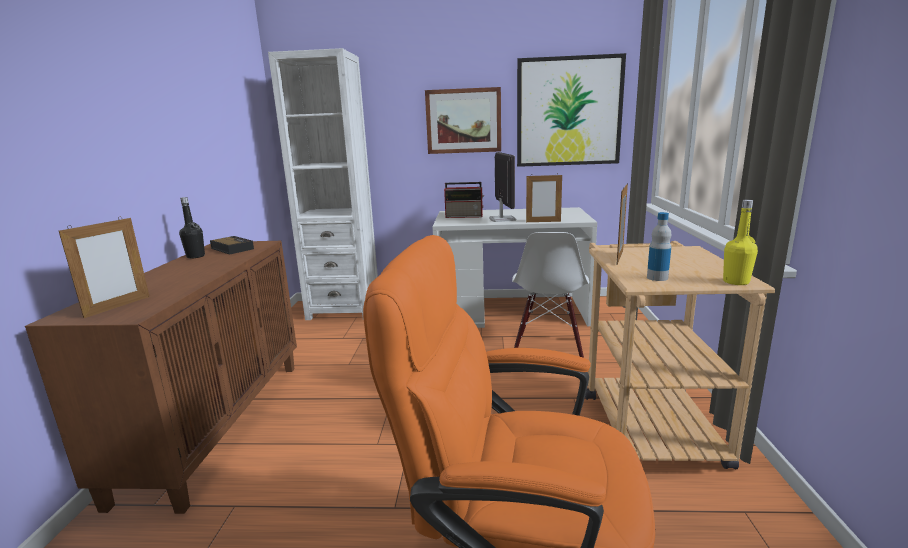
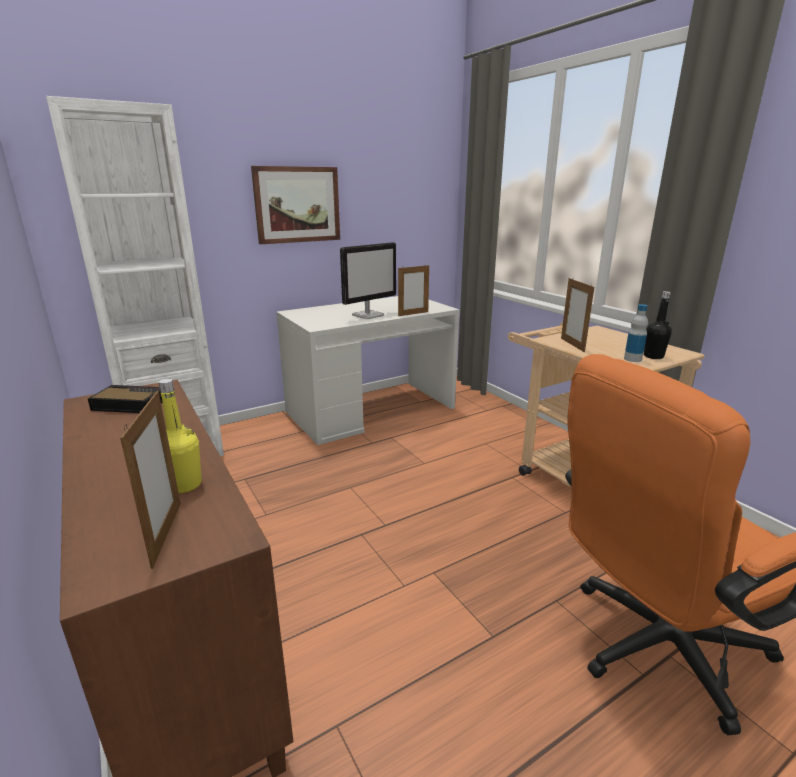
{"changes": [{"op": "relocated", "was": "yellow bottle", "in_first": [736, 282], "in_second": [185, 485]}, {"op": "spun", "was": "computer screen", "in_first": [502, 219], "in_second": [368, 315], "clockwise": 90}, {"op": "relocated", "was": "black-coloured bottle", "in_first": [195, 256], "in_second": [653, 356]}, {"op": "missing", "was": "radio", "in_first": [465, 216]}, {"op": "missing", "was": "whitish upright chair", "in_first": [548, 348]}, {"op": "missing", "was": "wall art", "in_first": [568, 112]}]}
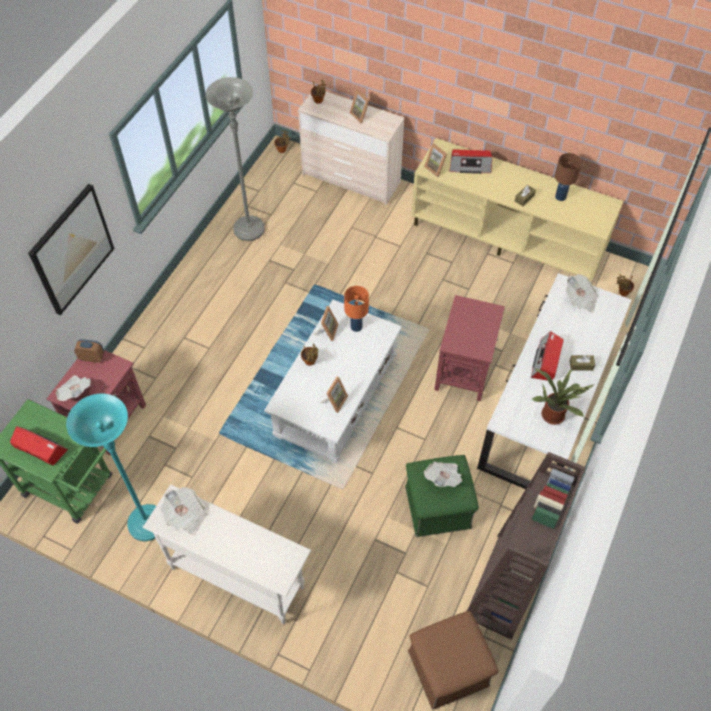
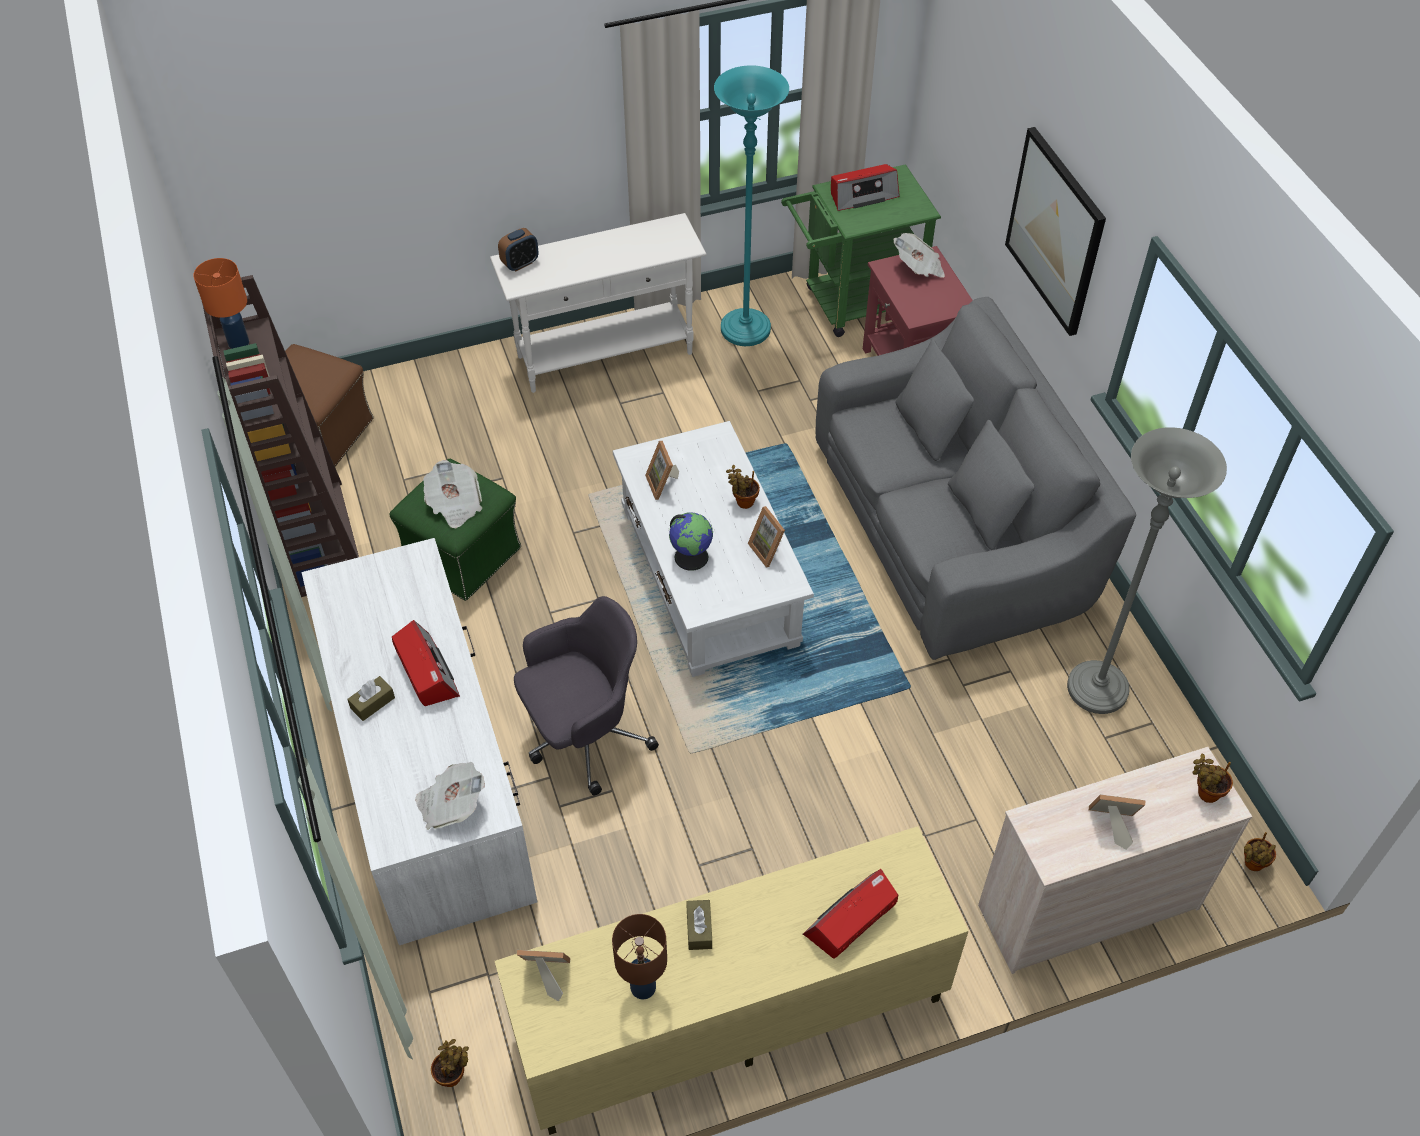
{"changes": [{"op": "relocated", "was": "orange table lamp", "in_first": [356, 327], "in_second": [239, 342]}, {"op": "relocated", "was": "bedside clock", "in_first": [92, 357], "in_second": [520, 264]}, {"op": "exchanged", "was": "red side table", "now": "greyish office chair", "in_first": [464, 370], "in_second": [584, 735]}, {"op": "relocated", "was": "standing frame", "in_first": [436, 168], "in_second": [546, 975]}, {"op": "appeared", "now": "desk globe", "in_second": [691, 556]}, {"op": "appeared", "now": "greyish couch", "in_second": [950, 528]}, {"op": "missing", "was": "daily paper", "in_first": [185, 516]}, {"op": "missing", "was": "houseplant", "in_first": [554, 413]}]}
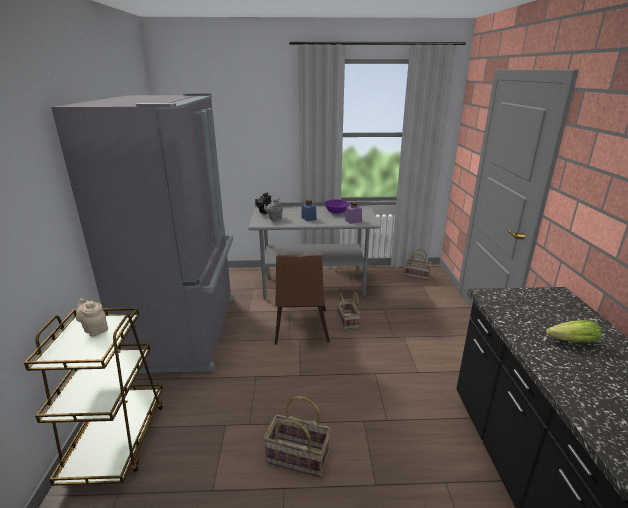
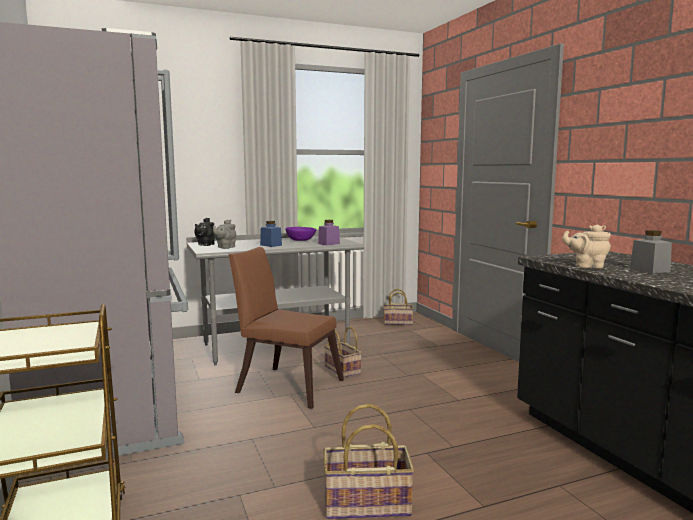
{"changes": [{"op": "spun", "was": "brown-coloured upright chair", "in_first": [300, 329], "in_second": [285, 385], "clockwise": 135}, {"op": "relocated", "was": "beige teapot", "in_first": [95, 329], "in_second": [586, 266]}, {"op": "exchanged", "was": "head of lettuce", "now": "greyish jar", "in_first": [569, 341], "in_second": [649, 270]}]}
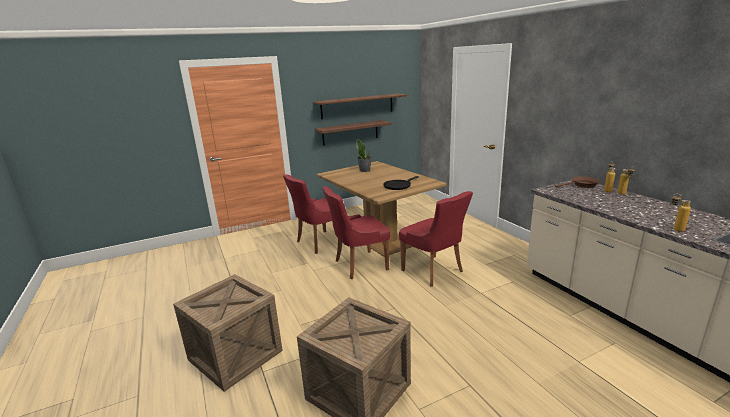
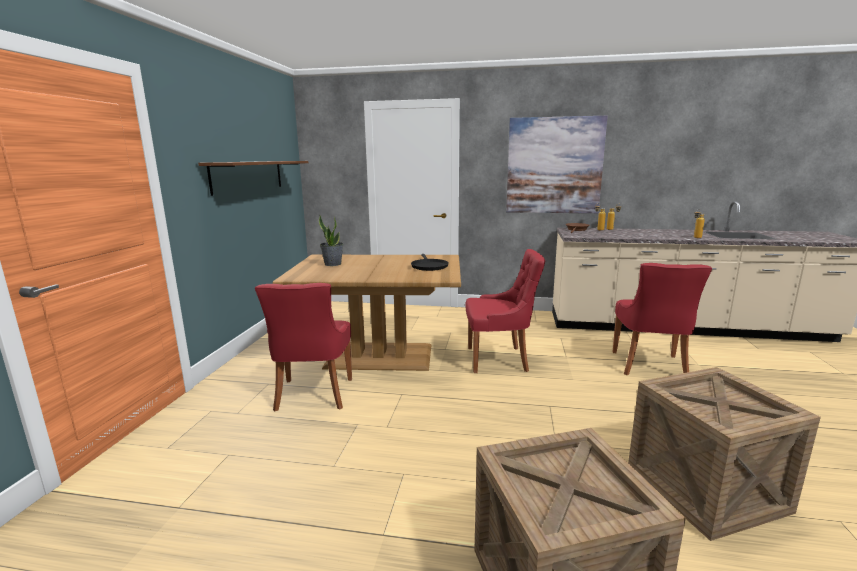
{"changes": [{"op": "appeared", "now": "wall art", "in_second": [554, 166]}, {"op": "relocated", "was": "red upright chair", "in_first": [359, 265], "in_second": [650, 366]}, {"op": "missing", "was": "brown-coloured bracket shelf", "in_first": [350, 132]}]}
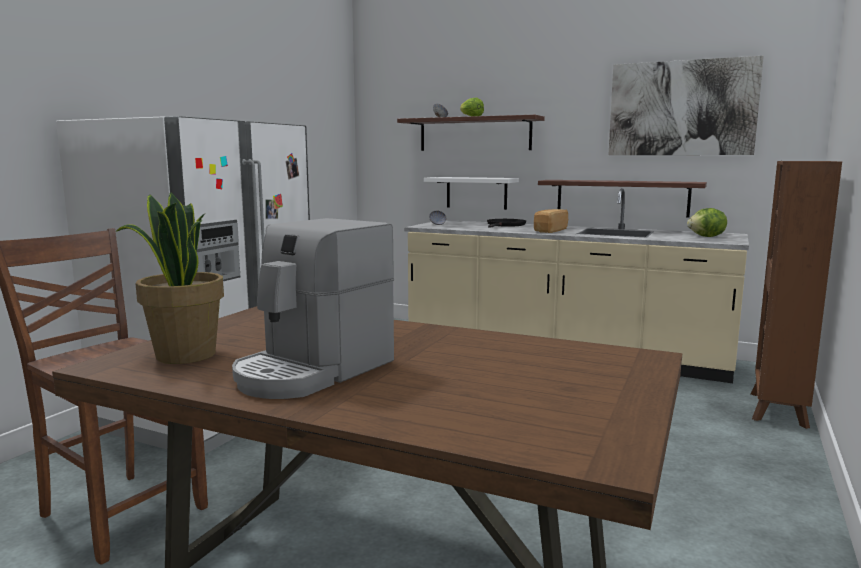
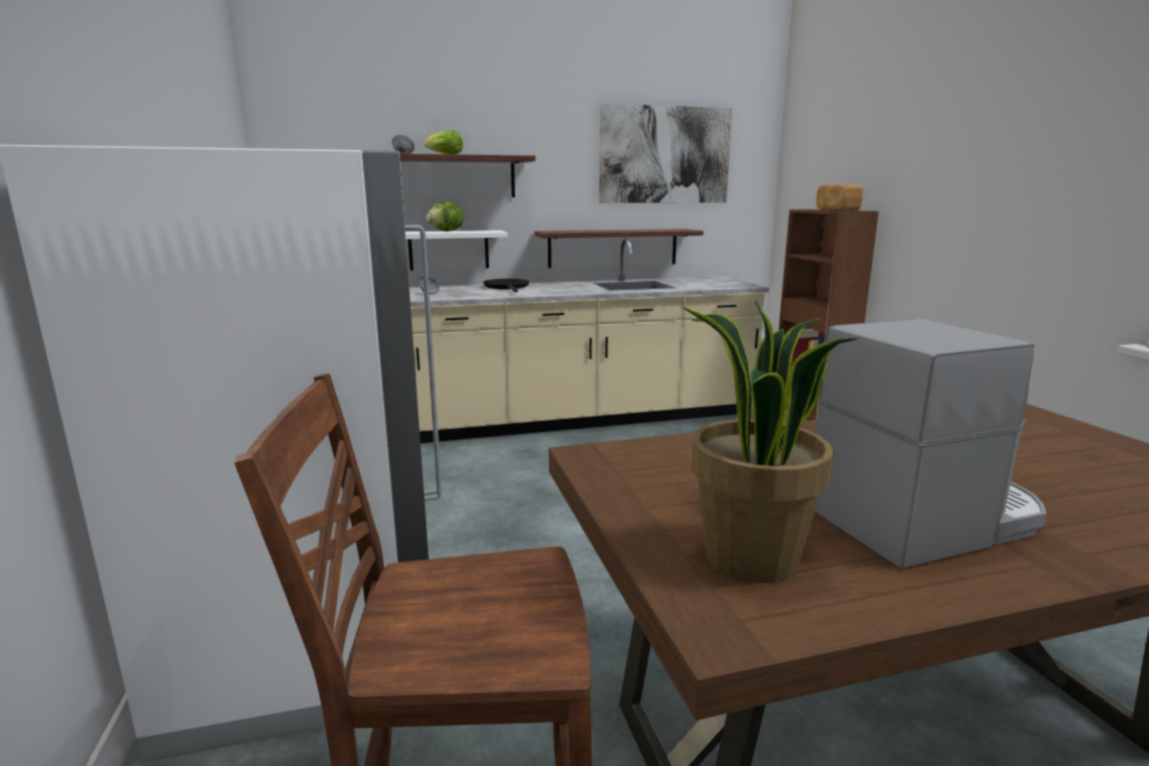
{"changes": [{"op": "relocated", "was": "head of lettuce", "in_first": [707, 237], "in_second": [447, 231]}, {"op": "spun", "was": "coffee brewer", "in_first": [313, 371], "in_second": [926, 519], "clockwise": -105}, {"op": "relocated", "was": "bakery bread", "in_first": [549, 230], "in_second": [835, 210]}]}
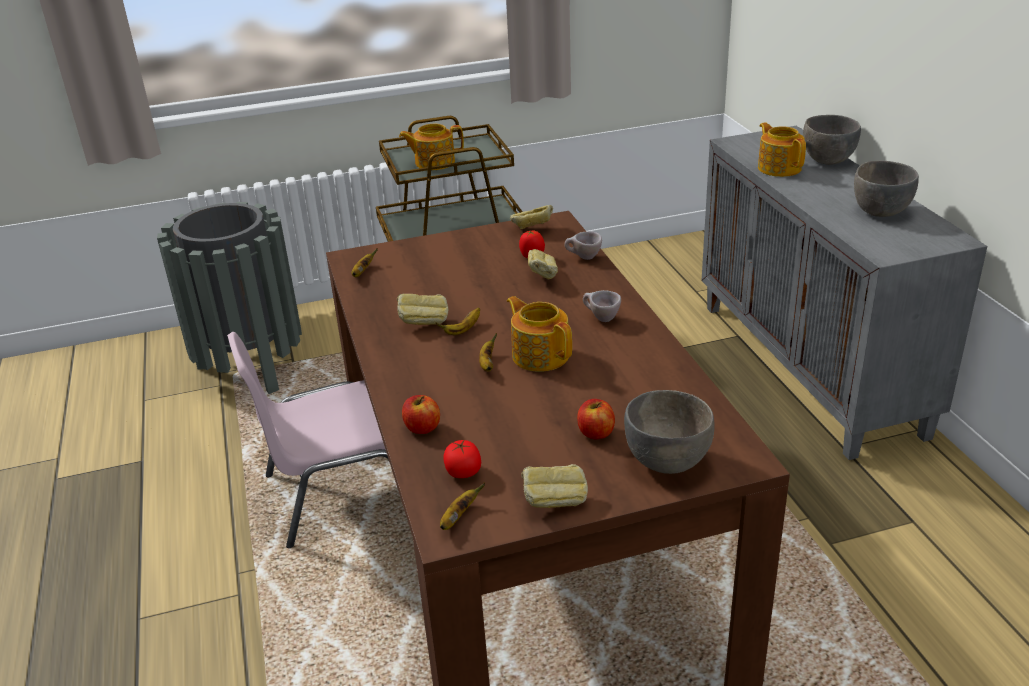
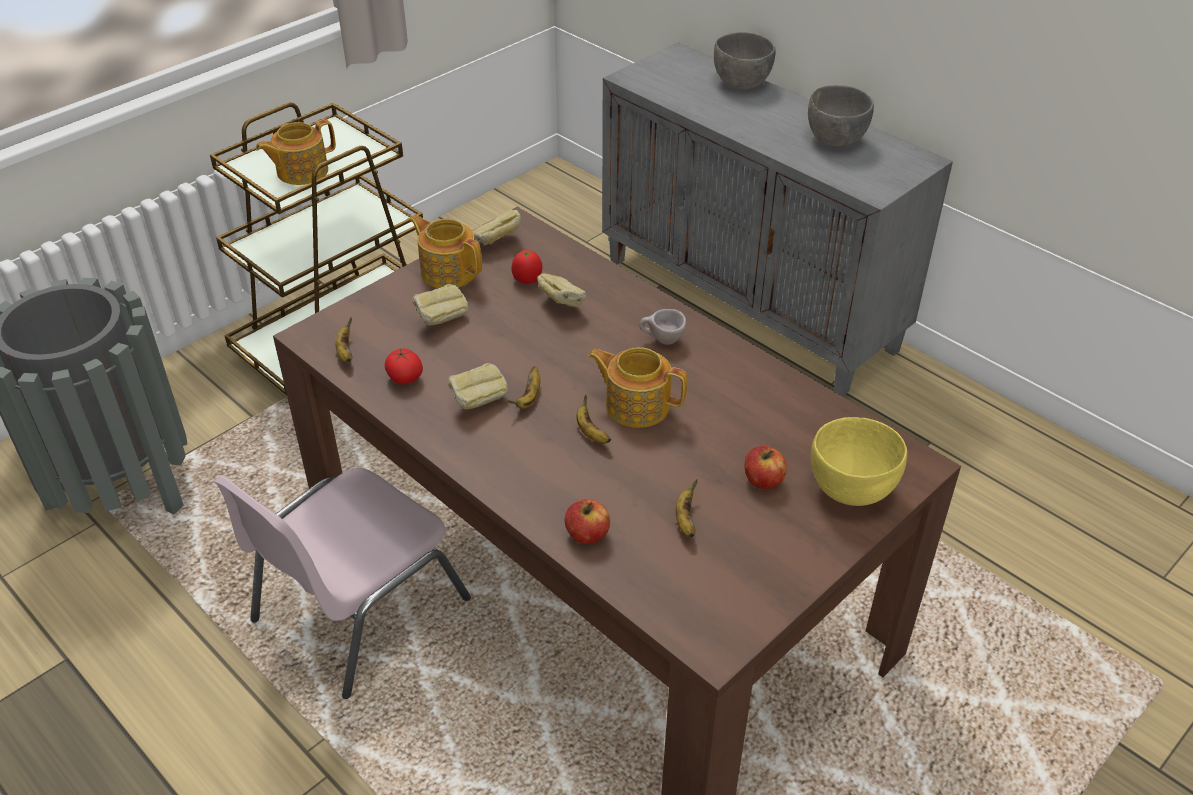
{"changes": [{"op": "relocated", "was": "fresh tomato", "in_first": [463, 472], "in_second": [405, 378]}, {"op": "relocated", "was": "teapot", "in_first": [779, 168], "in_second": [448, 271]}, {"op": "relocated", "was": "bakery bread", "in_first": [554, 503], "in_second": [441, 320]}, {"op": "relocated", "was": "whole banana", "in_first": [458, 517], "in_second": [685, 520]}, {"op": "colour", "was": "greyish serving bowl", "now": "yellow serving bowl", "in_first": [667, 462], "in_second": [852, 490]}, {"op": "missing", "was": "beige cup", "in_first": [583, 258]}]}
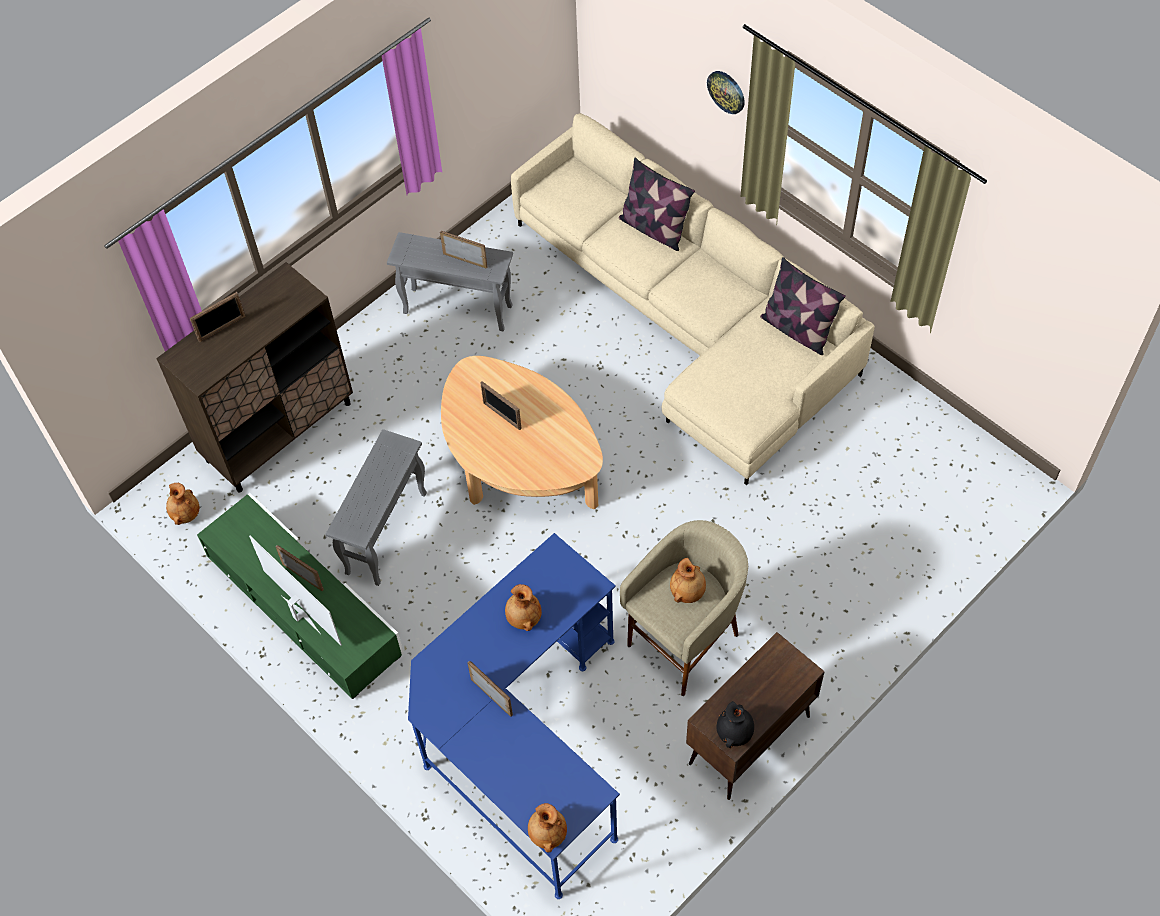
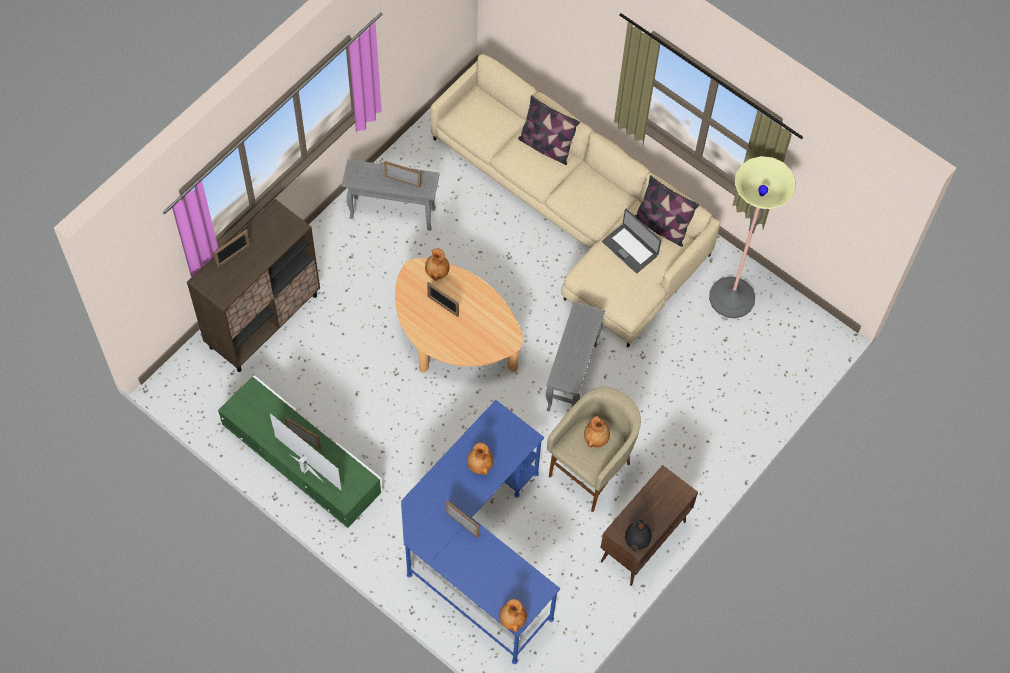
{"changes": [{"op": "relocated", "was": "brown-coloured decorative vase", "in_first": [185, 514], "in_second": [436, 272]}, {"op": "relocated", "was": "greyish side table", "in_first": [386, 533], "in_second": [572, 377]}, {"op": "appeared", "now": "portable computer", "in_second": [630, 248]}, {"op": "appeared", "now": "standard lamp", "in_second": [732, 298]}, {"op": "missing", "was": "wall clock", "in_first": [726, 91]}]}
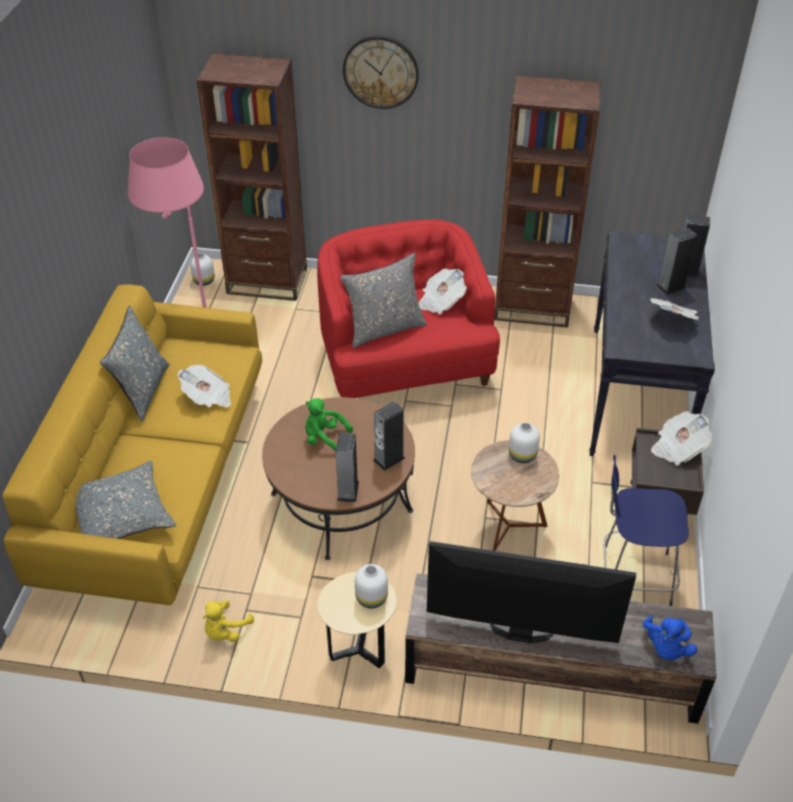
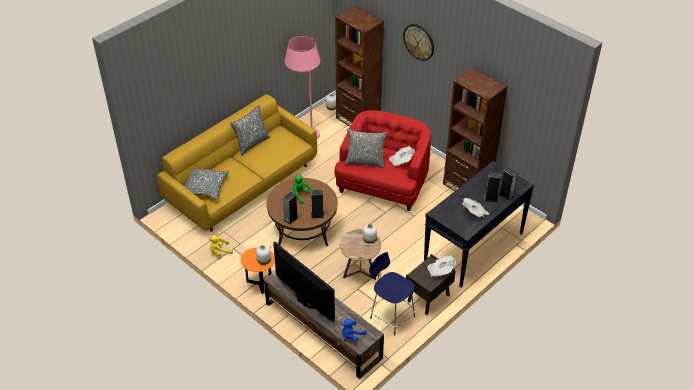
{"changes": [{"op": "colour", "was": "beige side table", "now": "orange side table", "in_first": [359, 650], "in_second": [260, 284]}, {"op": "missing", "was": "daily paper", "in_first": [208, 397]}]}
